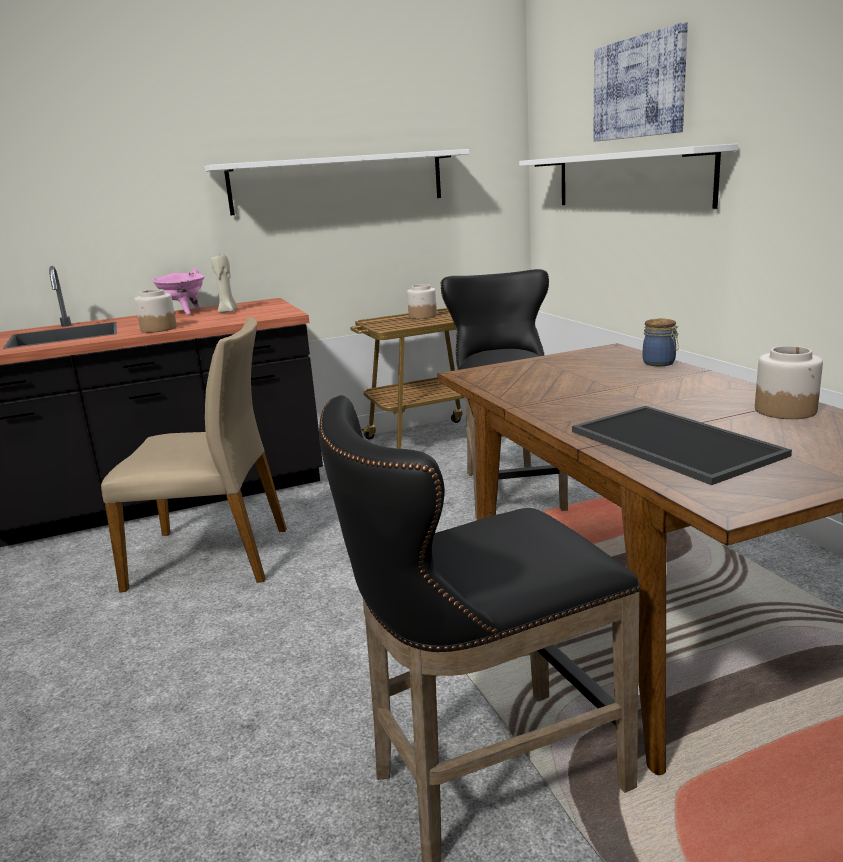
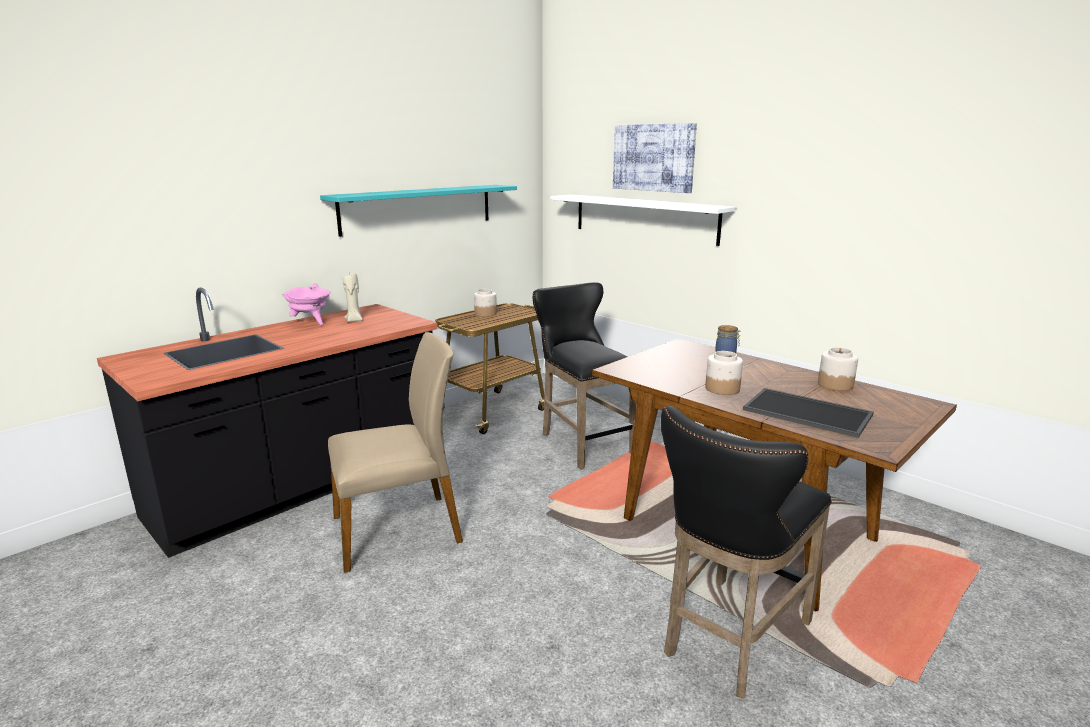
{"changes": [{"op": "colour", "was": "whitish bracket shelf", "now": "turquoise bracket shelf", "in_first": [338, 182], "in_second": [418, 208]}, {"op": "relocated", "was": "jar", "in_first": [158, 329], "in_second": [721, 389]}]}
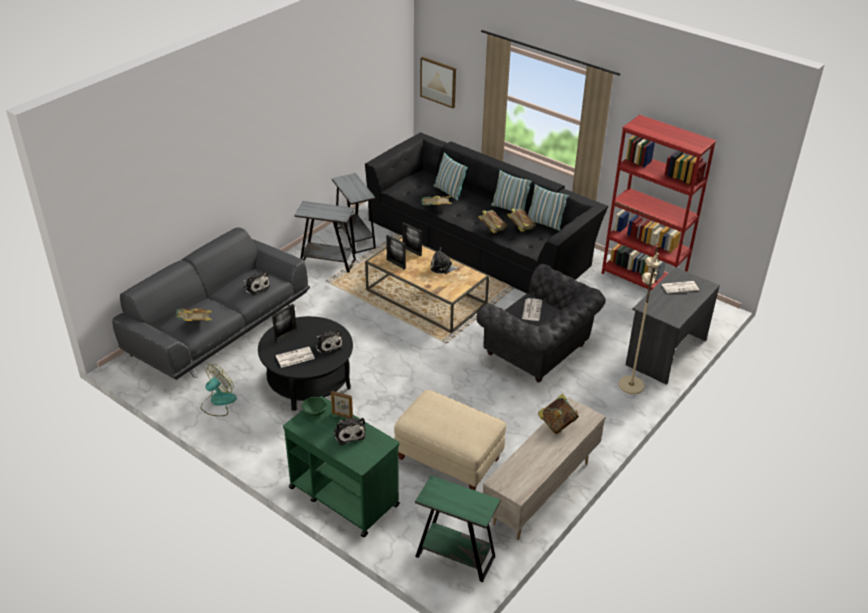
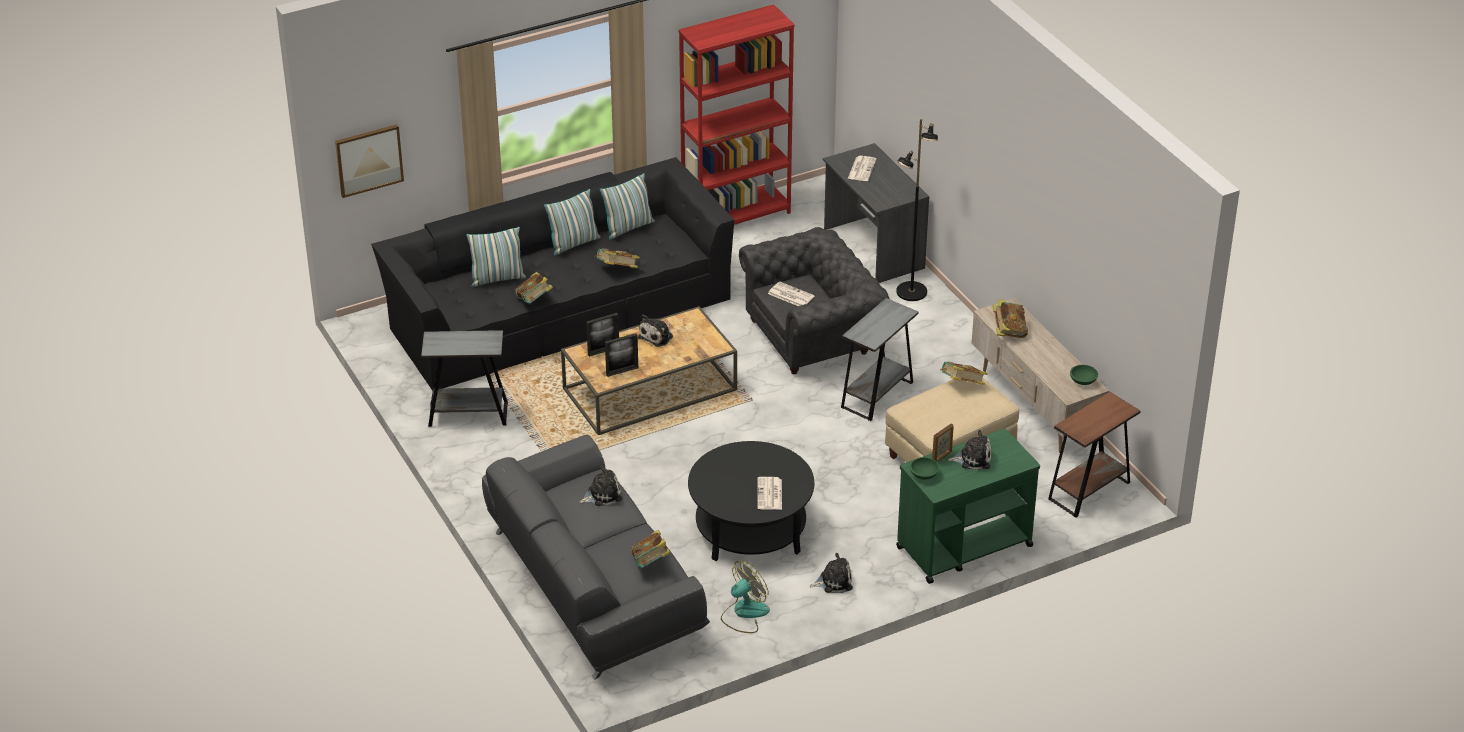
{"changes": [{"op": "spun", "was": "fan", "in_first": [218, 402], "in_second": [744, 613], "clockwise": 75}, {"op": "relocated", "was": "soft toy", "in_first": [328, 345], "in_second": [833, 581]}, {"op": "relocated", "was": "greyish side table", "in_first": [327, 262], "in_second": [877, 395]}, {"op": "colour", "was": "beige standard lamp", "now": "black-coloured standard lamp", "in_first": [630, 385], "in_second": [911, 292]}, {"op": "relocated", "was": "volume", "in_first": [520, 228], "in_second": [962, 385]}, {"op": "colour", "was": "green side table", "now": "brown-coloured side table", "in_first": [455, 557], "in_second": [1089, 491]}, {"op": "appeared", "now": "green serving bowl", "in_second": [1083, 380]}, {"op": "missing", "was": "standing frame", "in_first": [285, 335]}]}
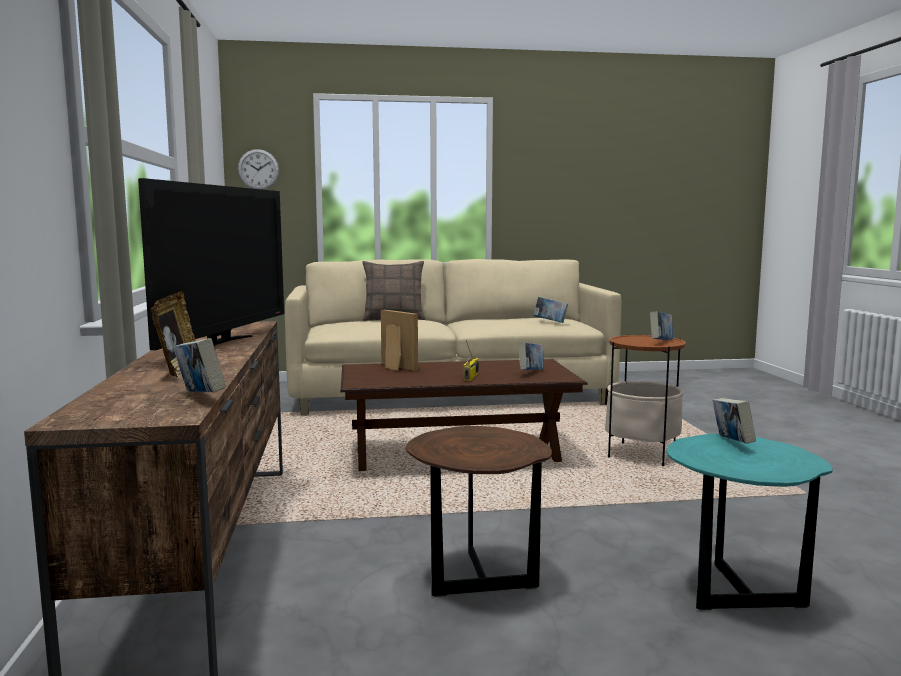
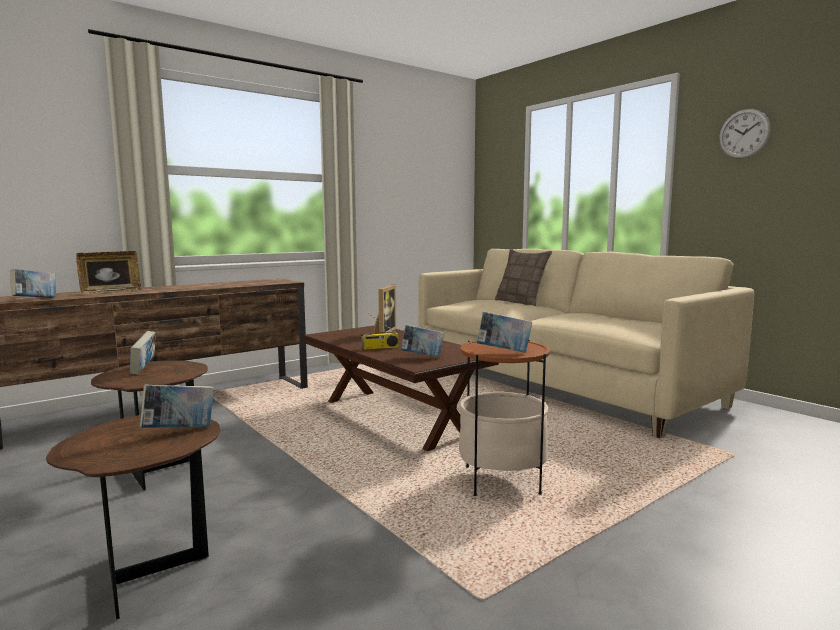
{"changes": [{"op": "colour", "was": "turquoise side table", "now": "brown-coloured side table", "in_first": [735, 591], "in_second": [151, 573]}, {"op": "relocated", "was": "volume", "in_first": [550, 322], "in_second": [144, 370]}, {"op": "relocated", "was": "wall clock", "in_first": [258, 169], "in_second": [744, 134]}, {"op": "missing", "was": "TV", "in_first": [224, 342]}]}
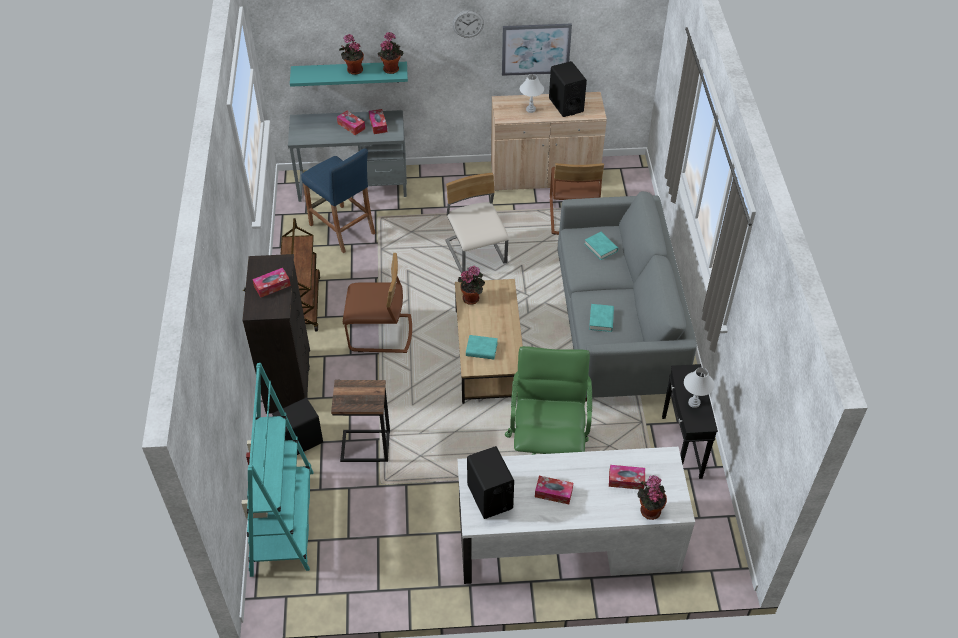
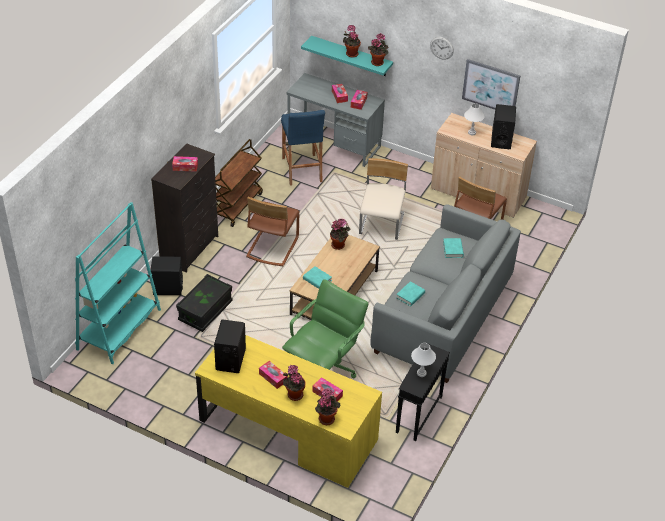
{"changes": [{"op": "exchanged", "was": "side table", "now": "black-coloured storage container", "in_first": [365, 447], "in_second": [205, 311]}, {"op": "colour", "was": "whitish desk unit", "now": "yellow desk unit", "in_first": [567, 540], "in_second": [288, 430]}, {"op": "spun", "was": "brown-coloured upright chair", "in_first": [380, 334], "in_second": [272, 247], "clockwise": 75}, {"op": "appeared", "now": "houseplant", "in_second": [294, 394]}]}
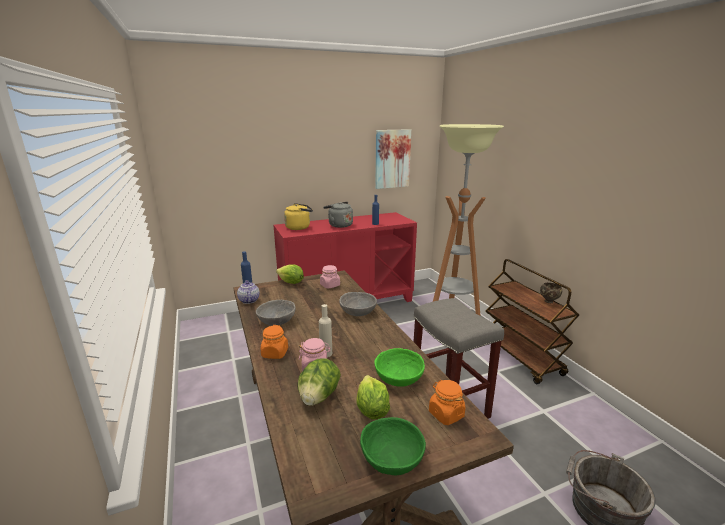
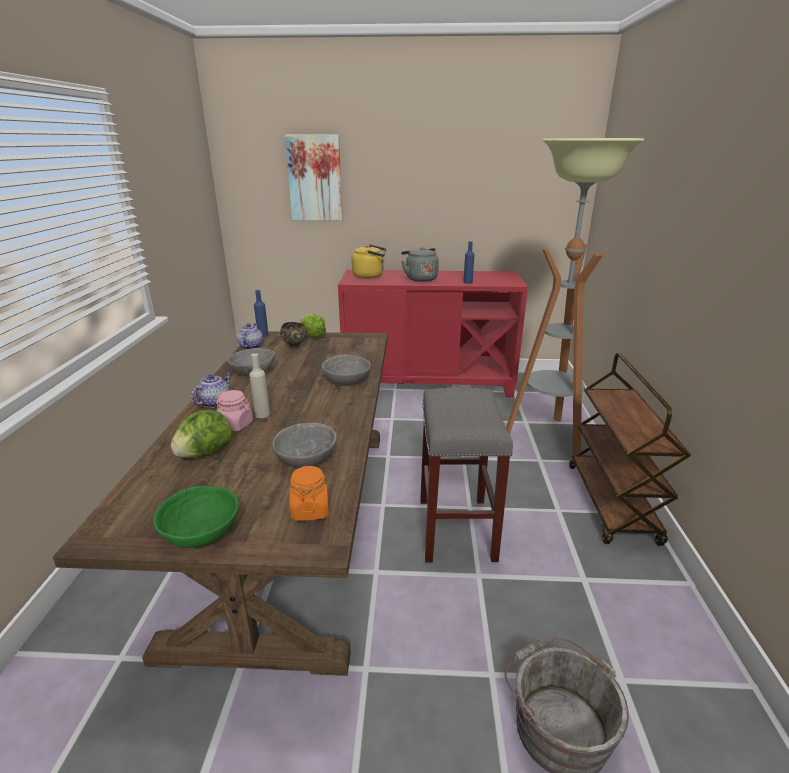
{"changes": [{"op": "exchanged", "was": "orange jar", "now": "teapot", "in_first": [275, 353], "in_second": [215, 402]}, {"op": "colour", "was": "green serving bowl", "now": "greyish serving bowl", "in_first": [399, 378], "in_second": [306, 458]}, {"op": "relocated", "was": "brown-coloured serving bowl", "in_first": [549, 301], "in_second": [295, 347]}, {"op": "relocated", "was": "wall art", "in_first": [392, 159], "in_second": [315, 178]}, {"op": "missing", "was": "pink-coloured jar", "in_first": [330, 285]}, {"op": "missing", "was": "head of lettuce", "in_first": [371, 410]}]}
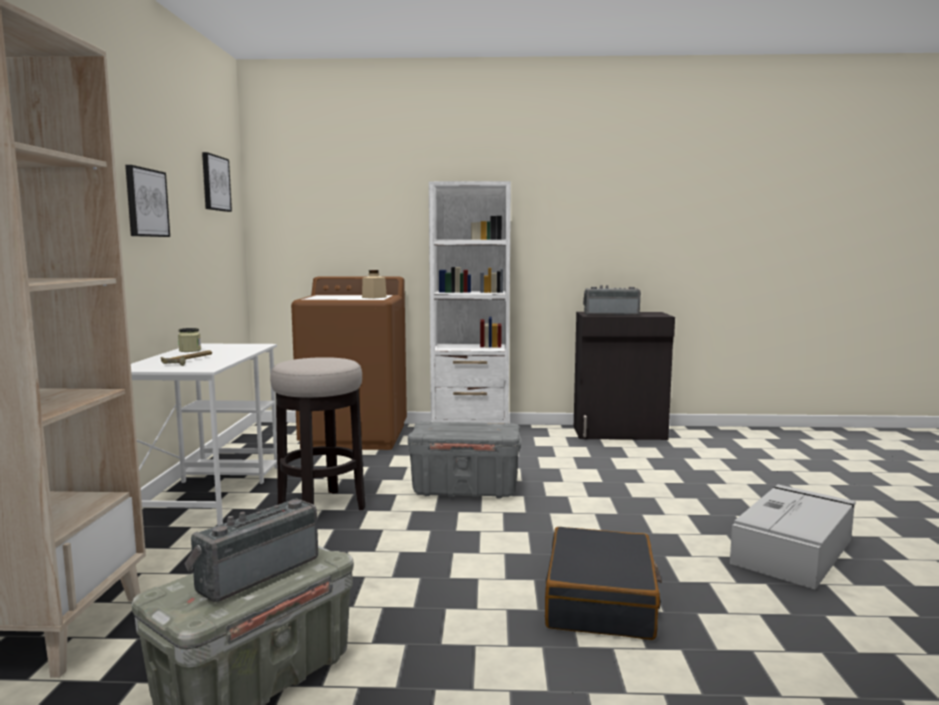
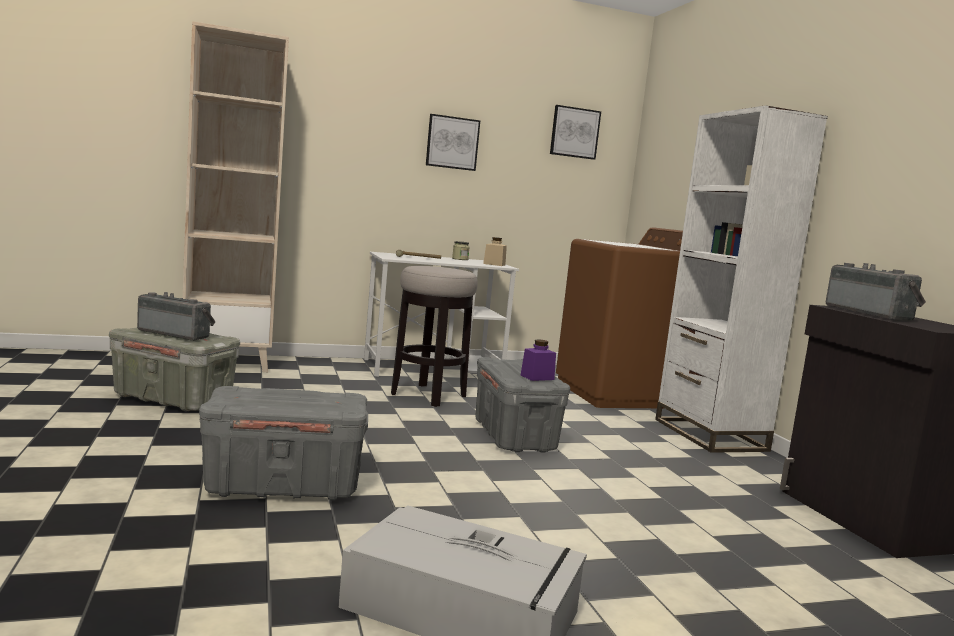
{"changes": [{"op": "exchanged", "was": "black-coloured suitcase", "now": "greyish storage container", "in_first": [601, 600], "in_second": [284, 486]}, {"op": "relocated", "was": "beige jar", "in_first": [374, 297], "in_second": [494, 264]}, {"op": "appeared", "now": "purple-coloured jar", "in_second": [537, 377]}]}
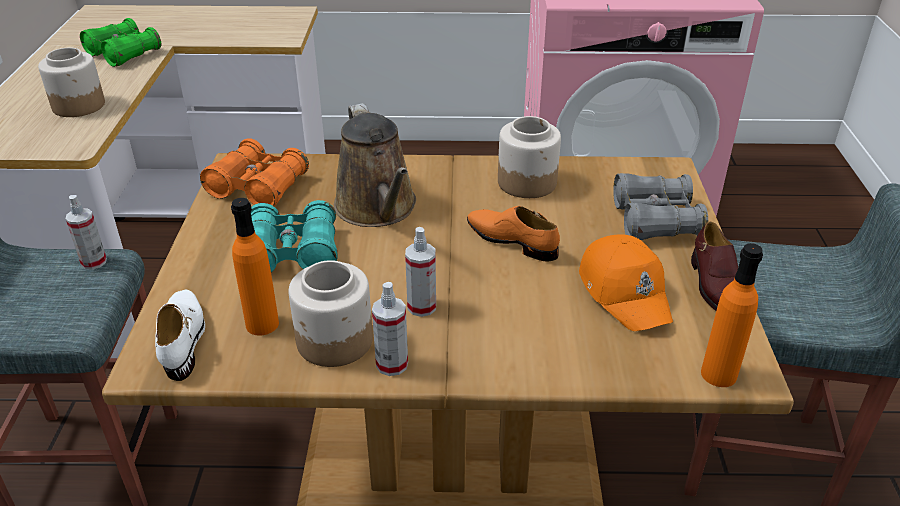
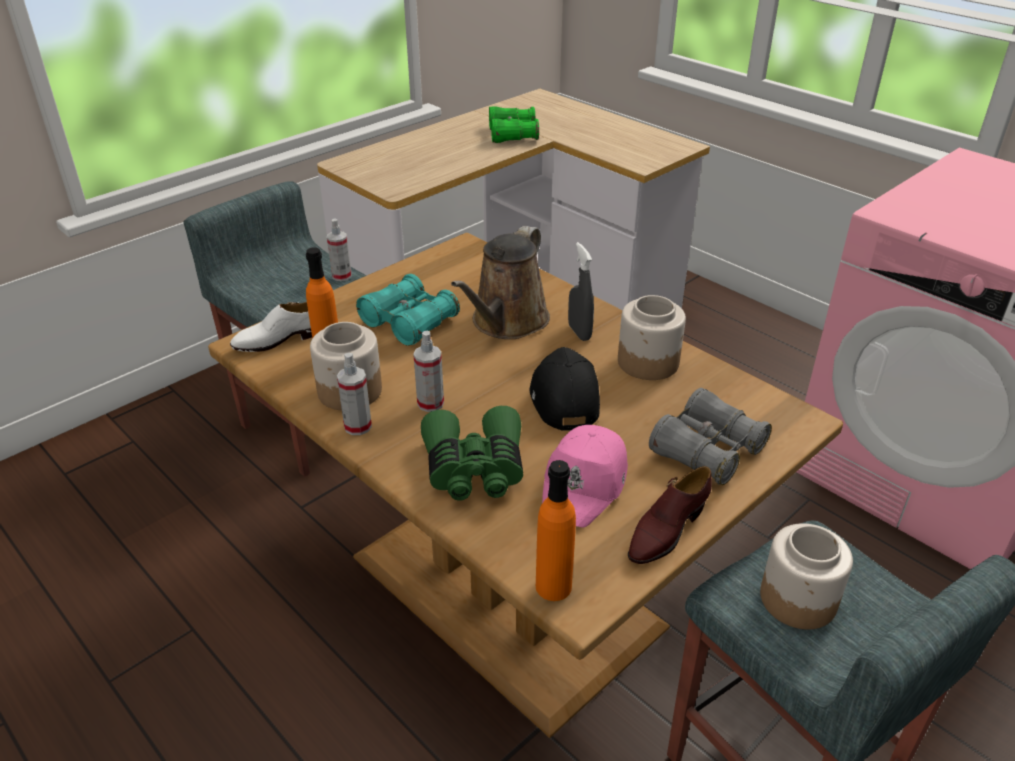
{"changes": [{"op": "spun", "was": "whitish item of footwear", "in_first": [183, 338], "in_second": [280, 339], "clockwise": -150}, {"op": "appeared", "now": "green pair of binoculars", "in_second": [474, 469]}, {"op": "exchanged", "was": "orange item of footwear", "now": "black-coloured peaked cap", "in_first": [511, 240], "in_second": [563, 397]}, {"op": "colour", "was": "orange peaked cap", "now": "pink-coloured peaked cap", "in_first": [625, 292], "in_second": [585, 485]}, {"op": "appeared", "now": "greyish hand sprayer", "in_second": [579, 332]}, {"op": "relocated", "was": "jar", "in_first": [79, 105], "in_second": [799, 599]}, {"op": "missing", "was": "orange pair of binoculars", "in_first": [258, 187]}]}
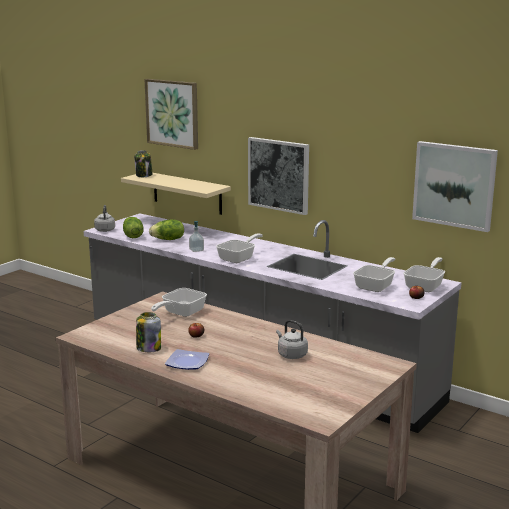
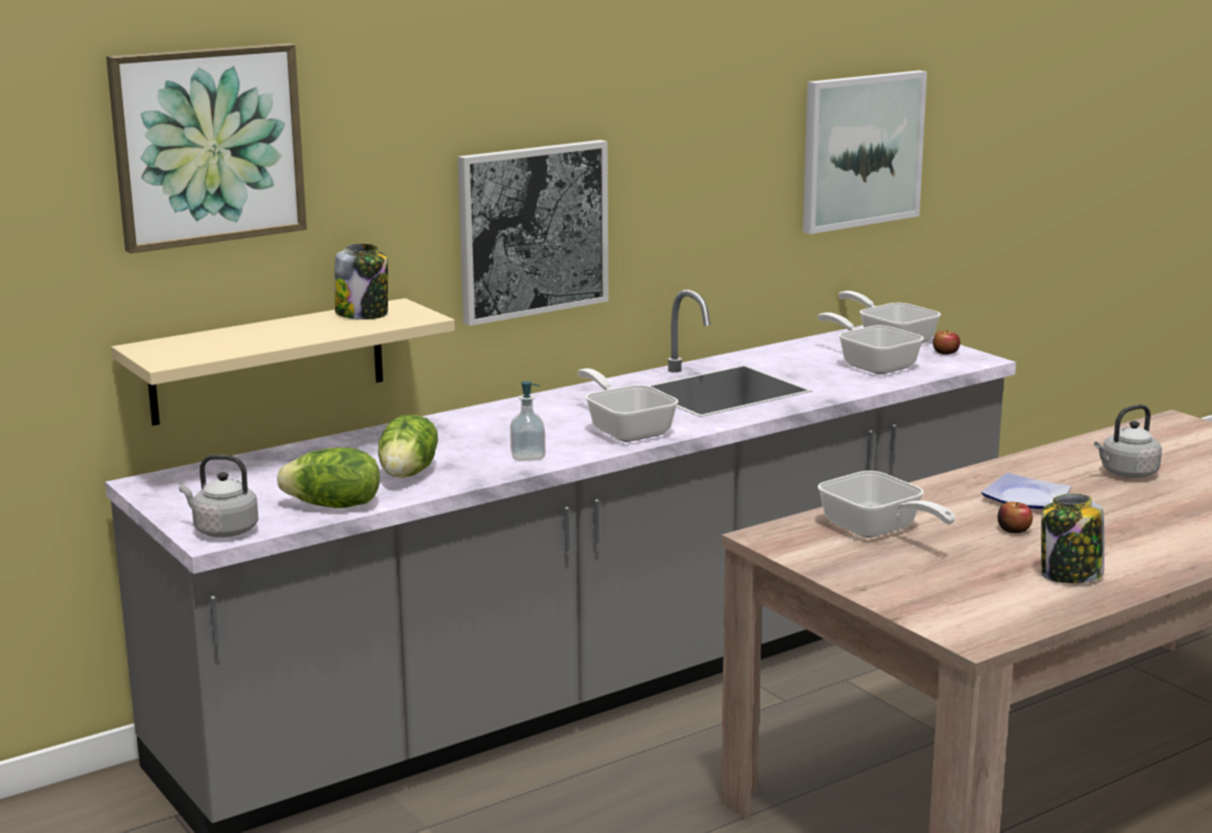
{"changes": [{"op": "relocated", "was": "jar", "in_first": [144, 175], "in_second": [363, 314]}, {"op": "relocated", "was": "plate", "in_first": [188, 362], "in_second": [1024, 497]}]}
